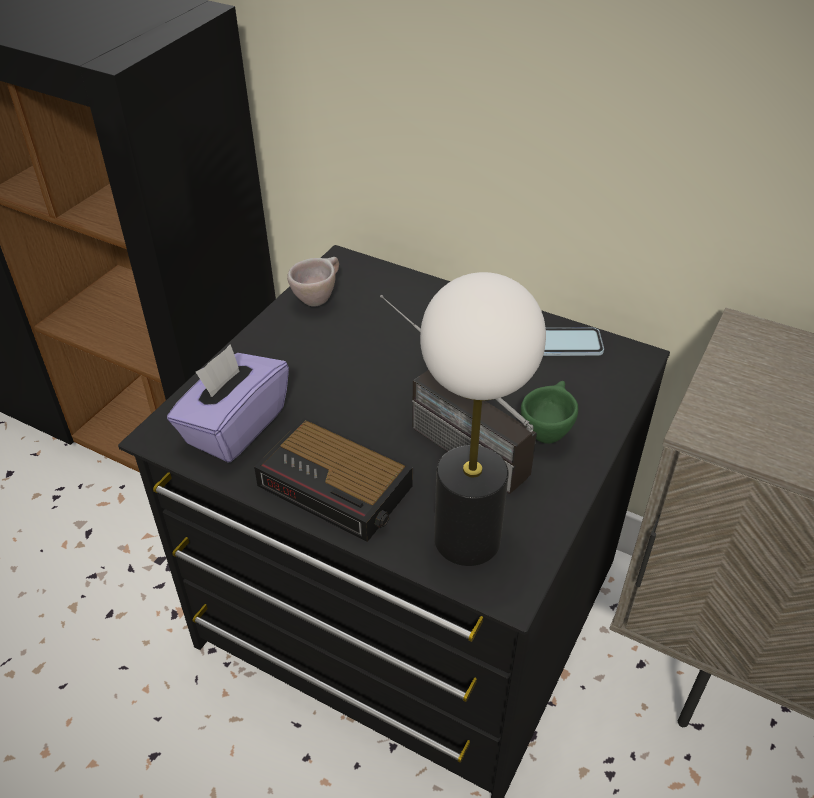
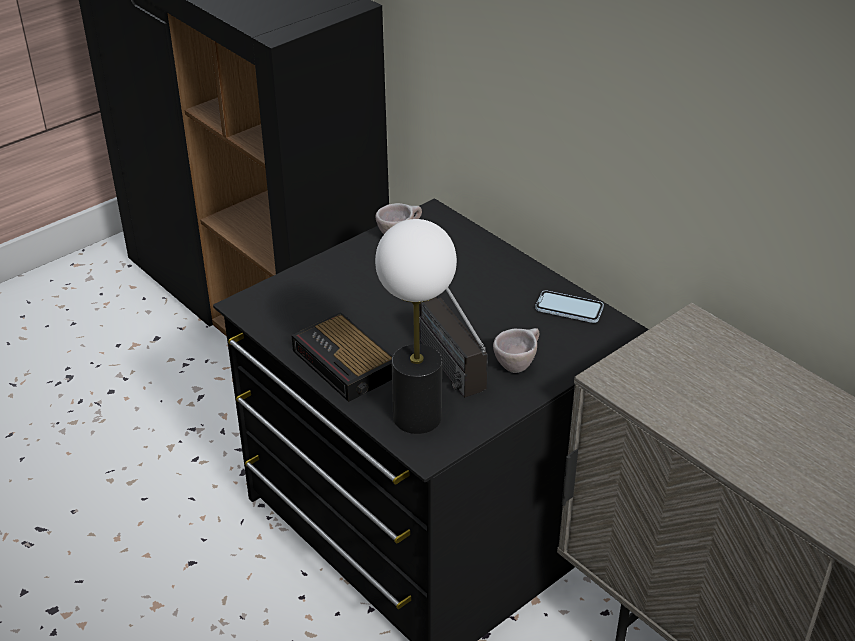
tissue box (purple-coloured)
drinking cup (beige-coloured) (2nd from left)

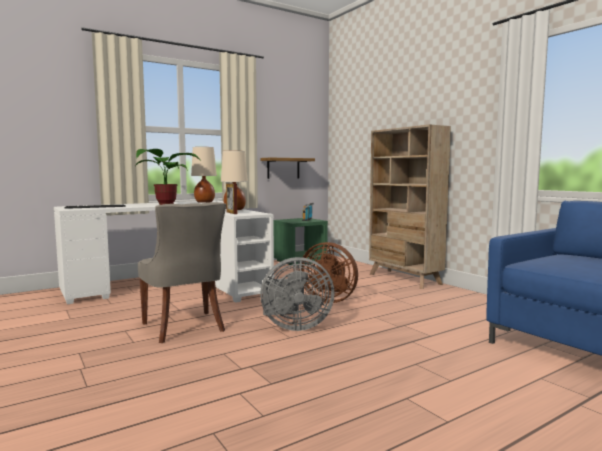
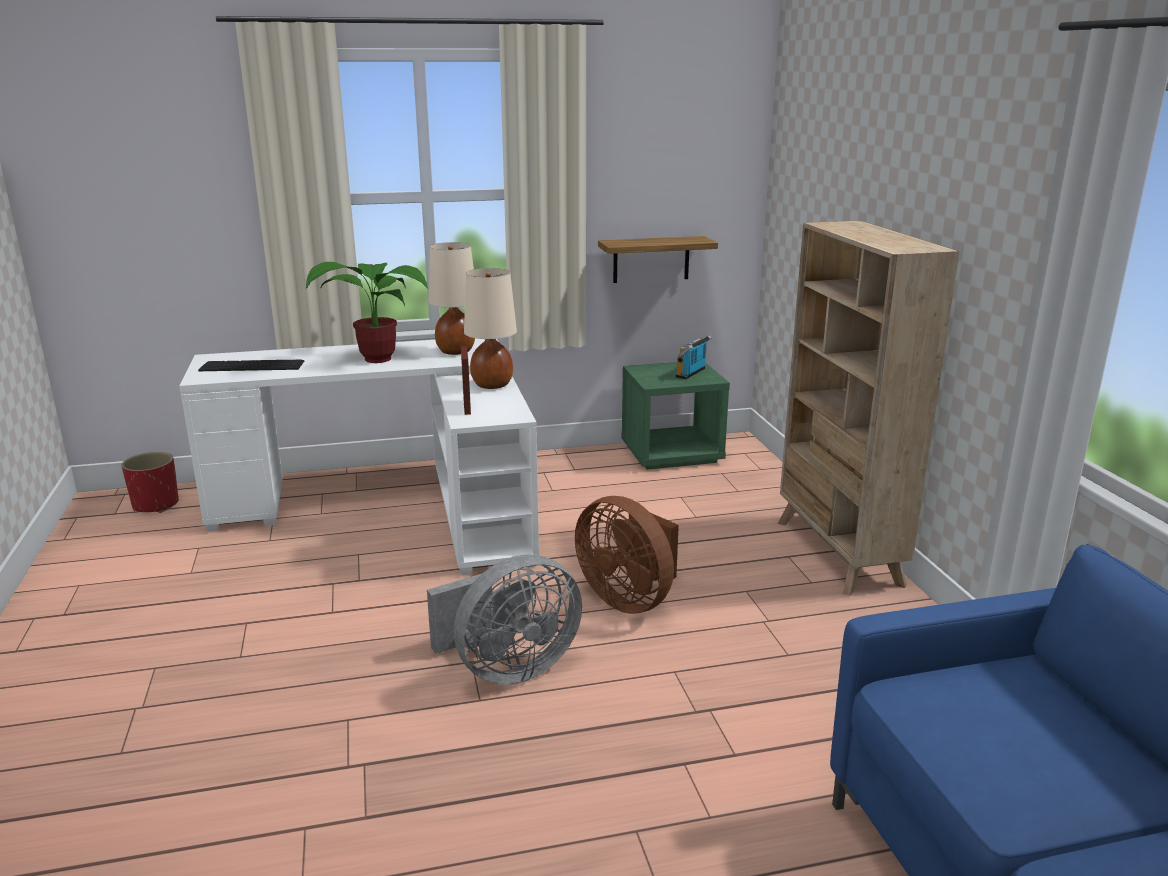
upright chair (greyish)
fan (greyish)
plant pot (red)

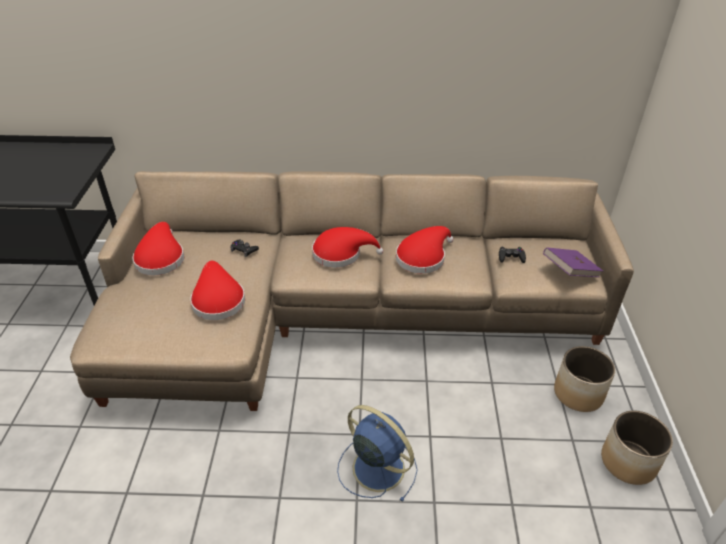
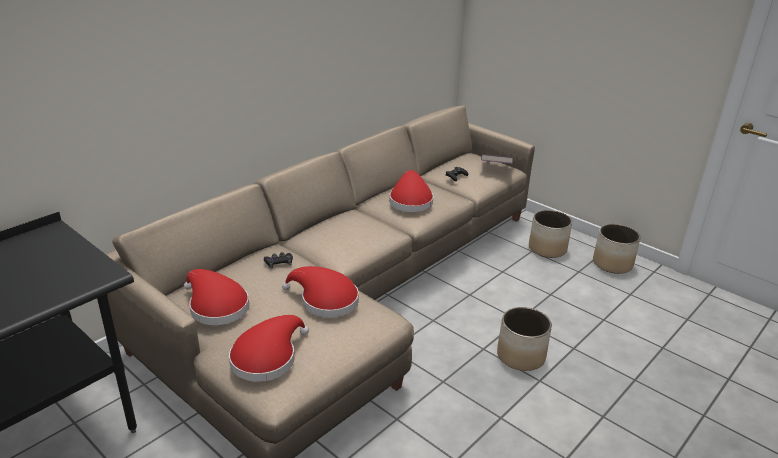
wearable hat (red) (2nd from left)
plant pot (1st from left)

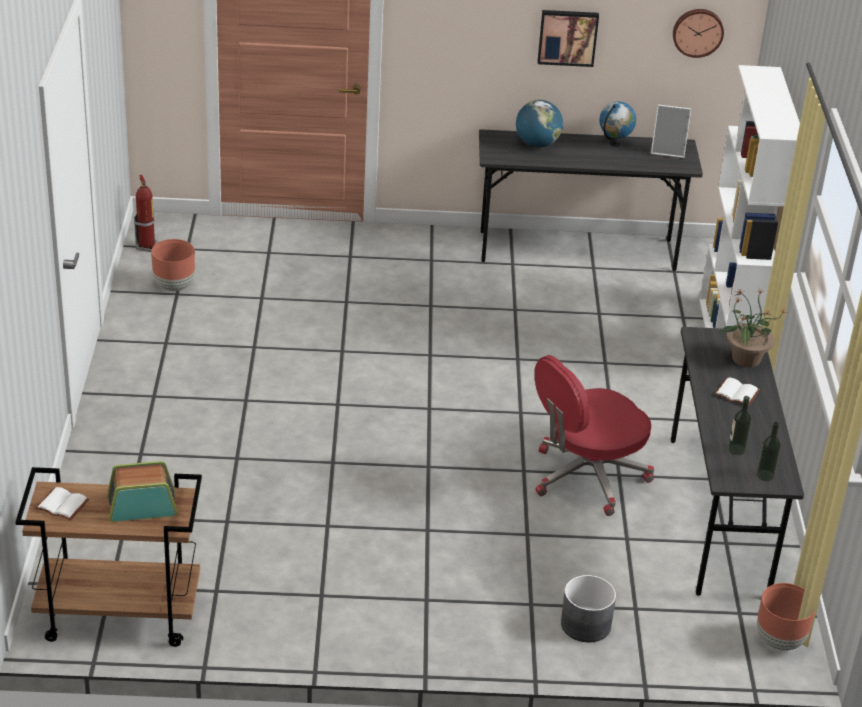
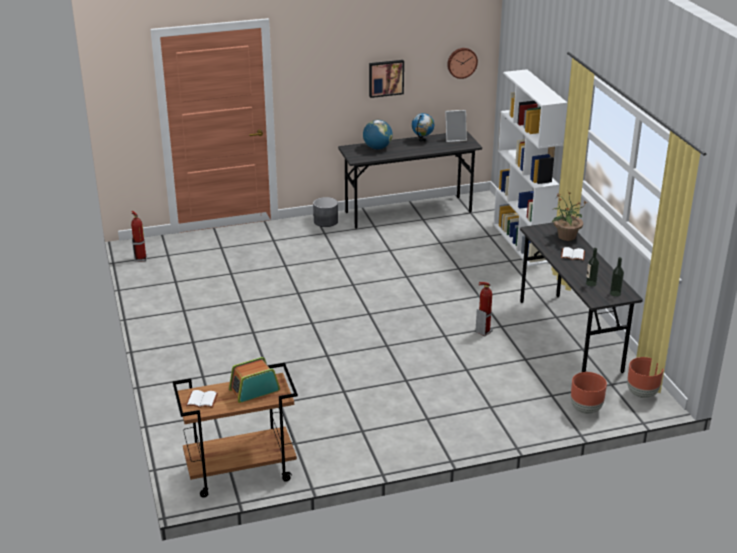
plant pot (brownish) (1st from left)
fire-fighting cylinder (2nd from left)
plant pot (greyish)

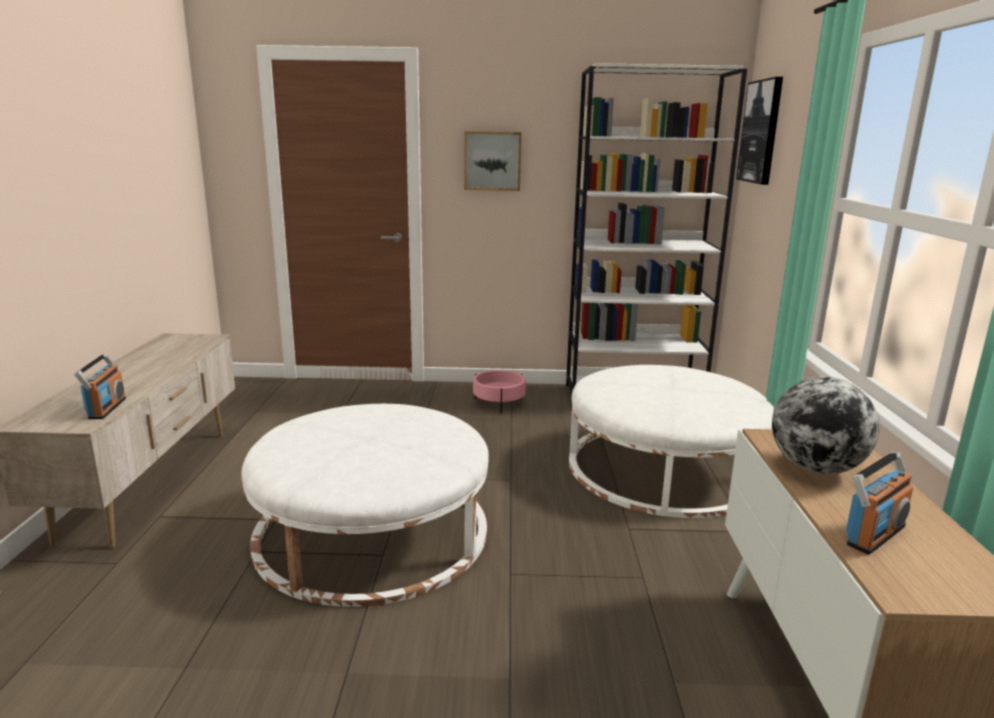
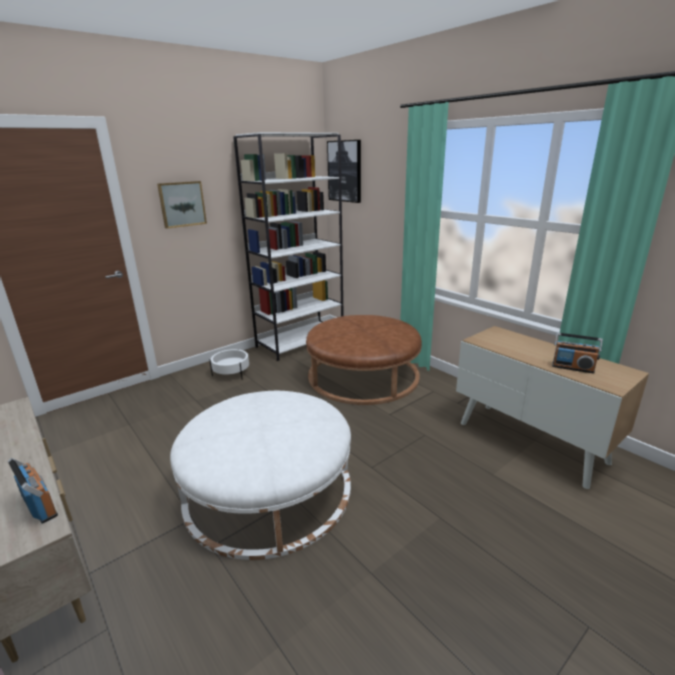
ottoman (brownish)
plant pot (white)
globe
radio set (2nd from left)

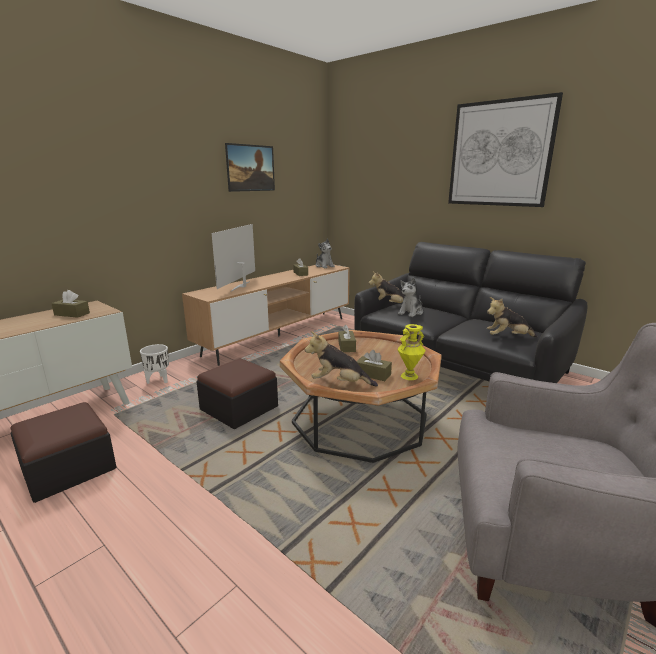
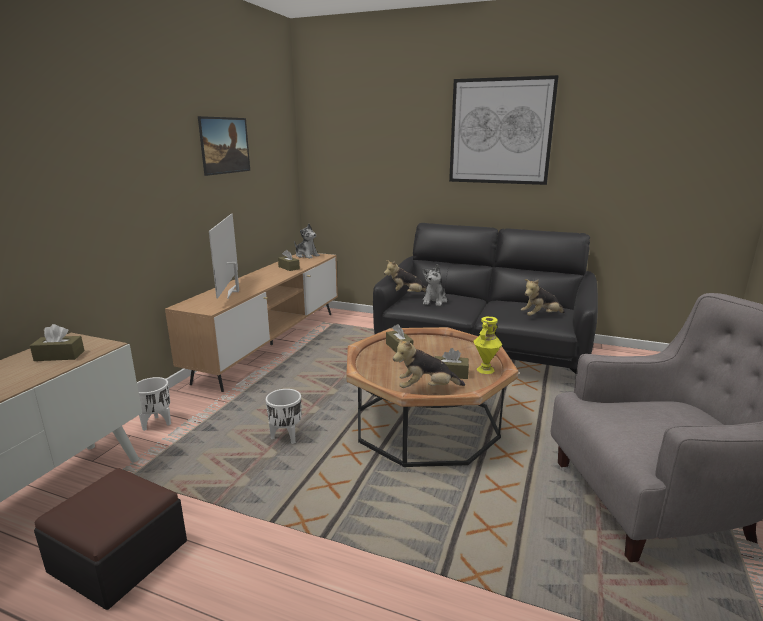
plant pot (white) (2nd from left)

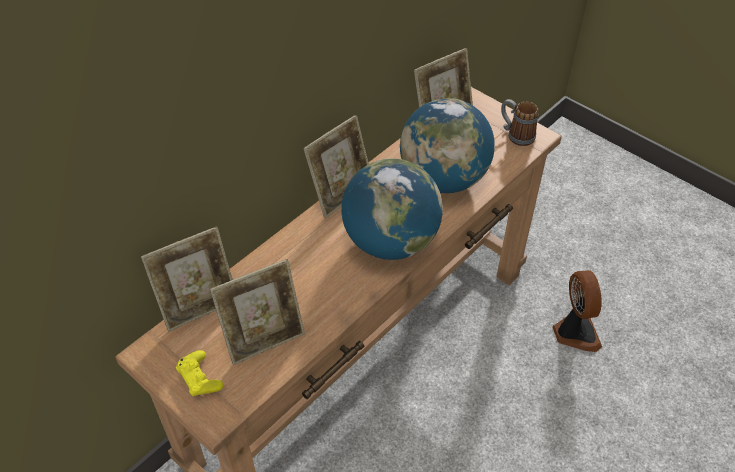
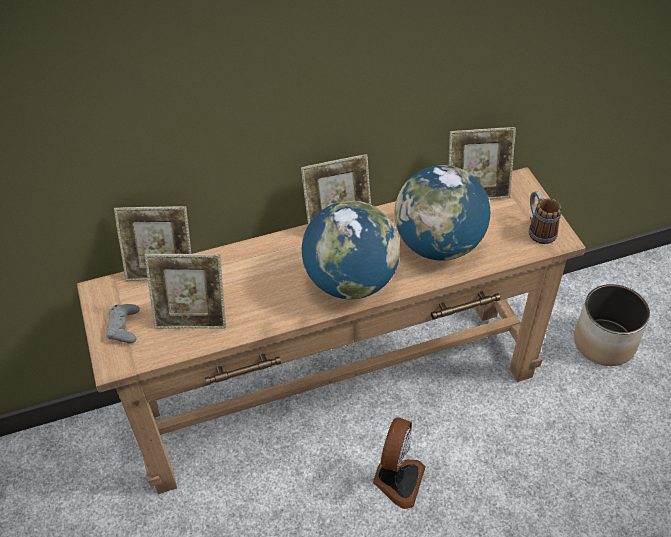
fan
gamepad (greyish)
plant pot

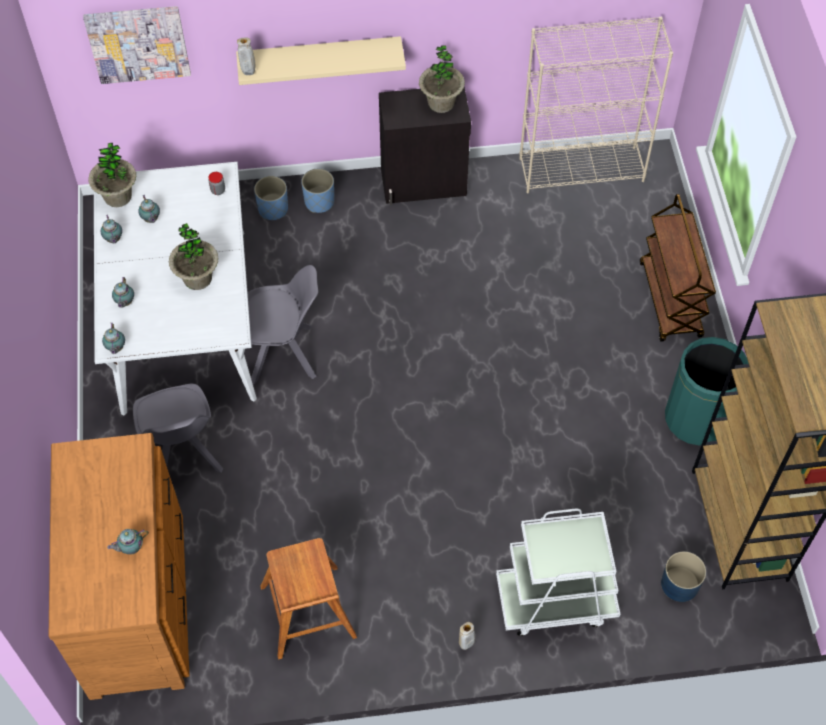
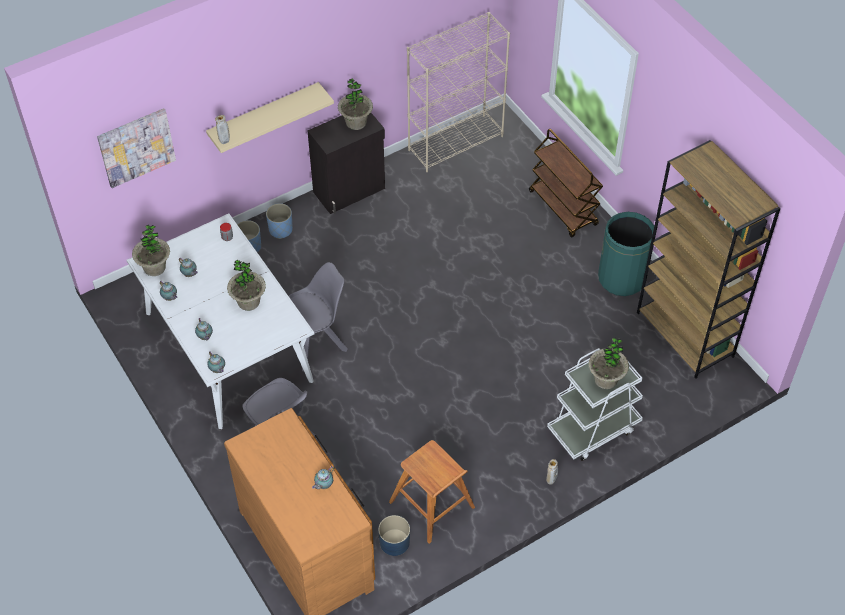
plant pot (blue-coloured) (3rd from left)
potted plant (4th from left)

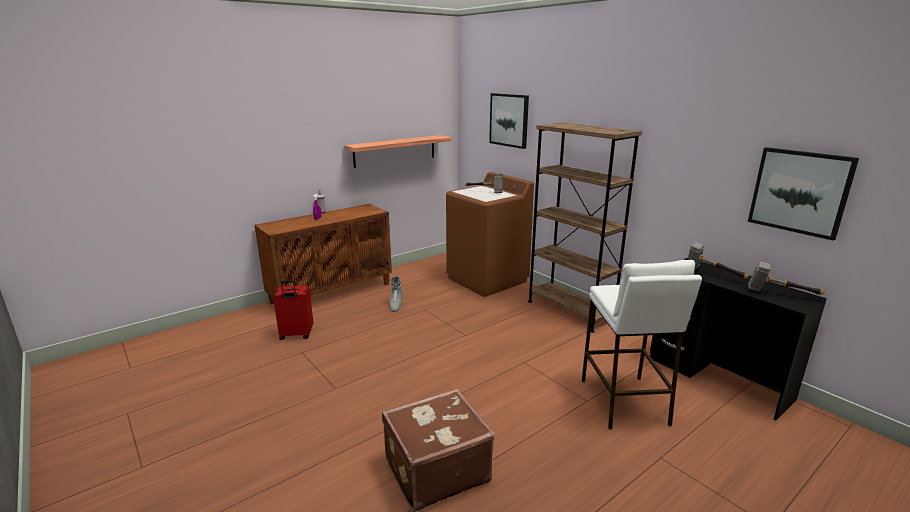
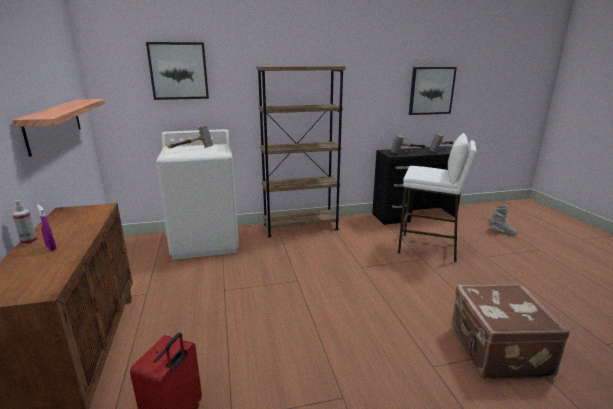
washing machine (white)
boot (greyish)

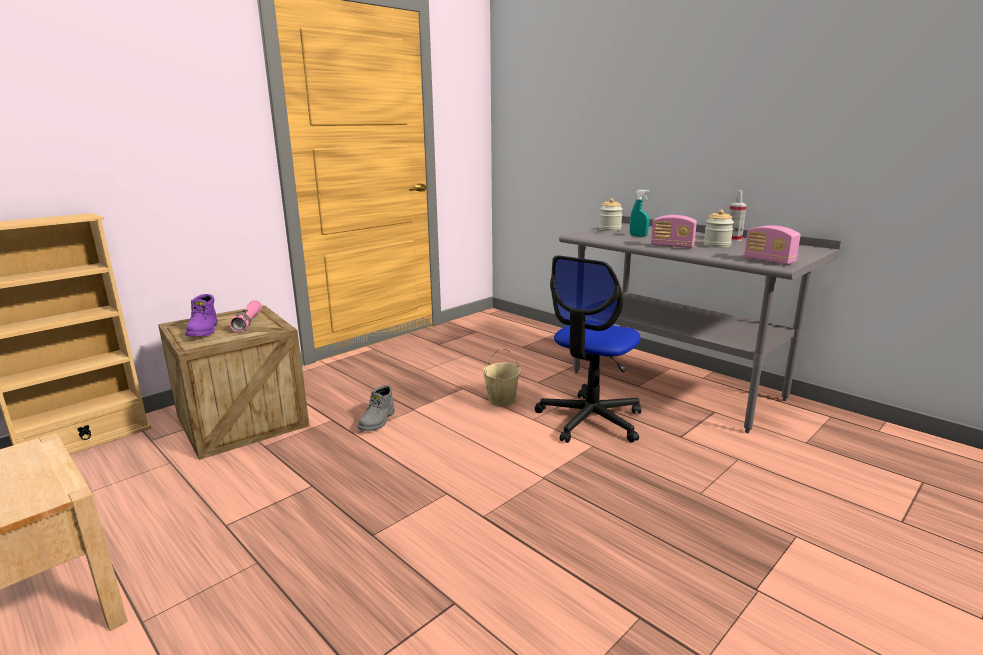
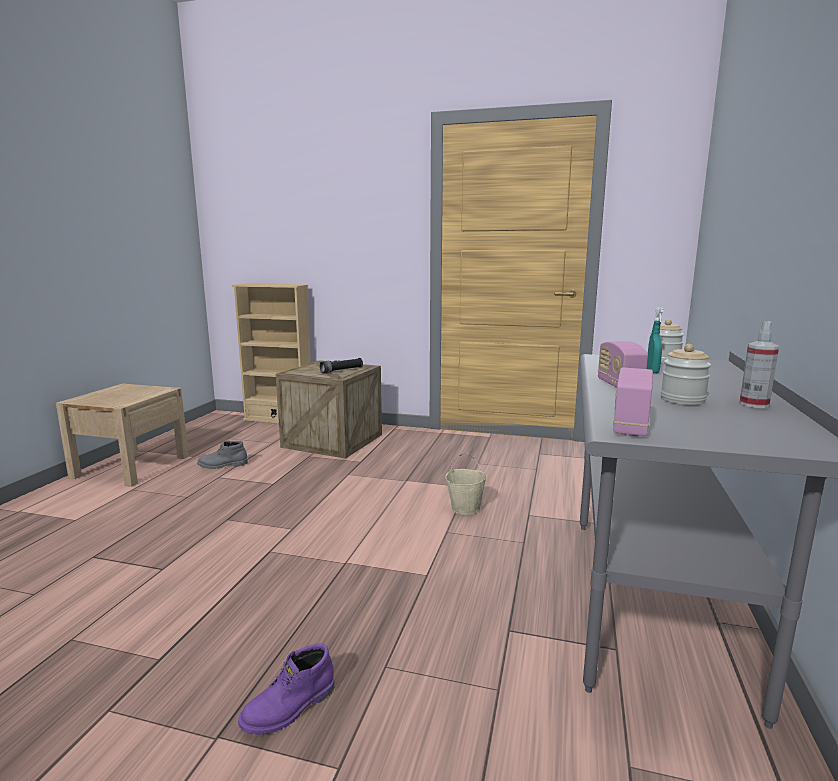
desk chair
boot (purple-coloured)
hand torch (black)
boot (greyish)

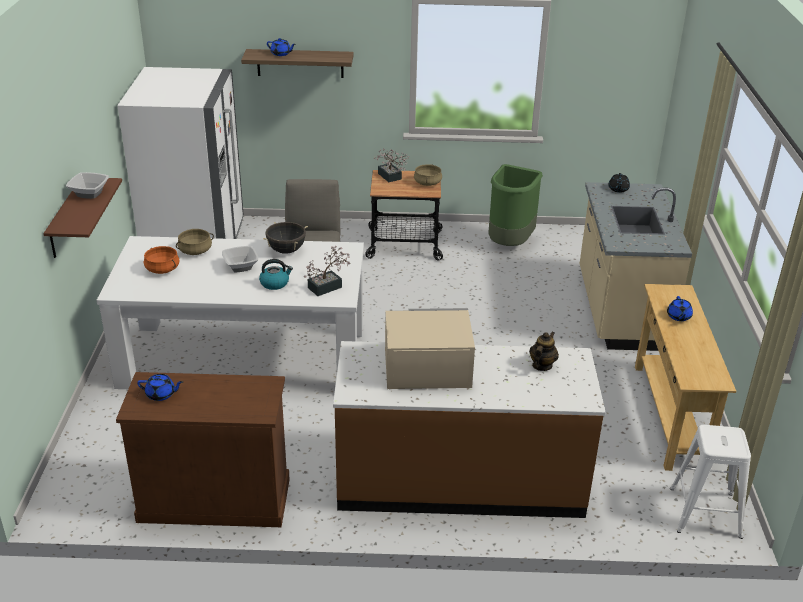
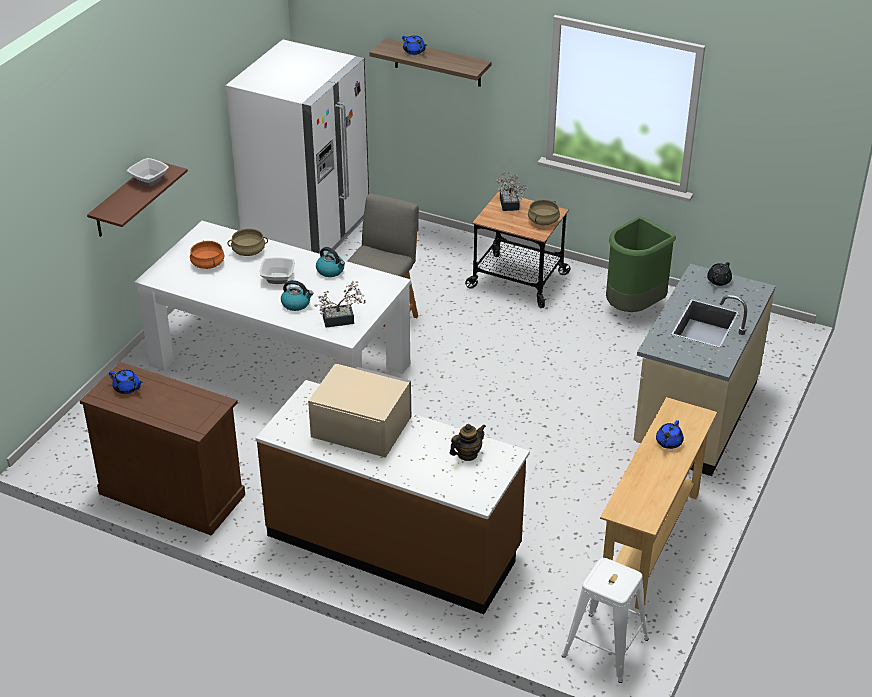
kettle (2nd from left)

